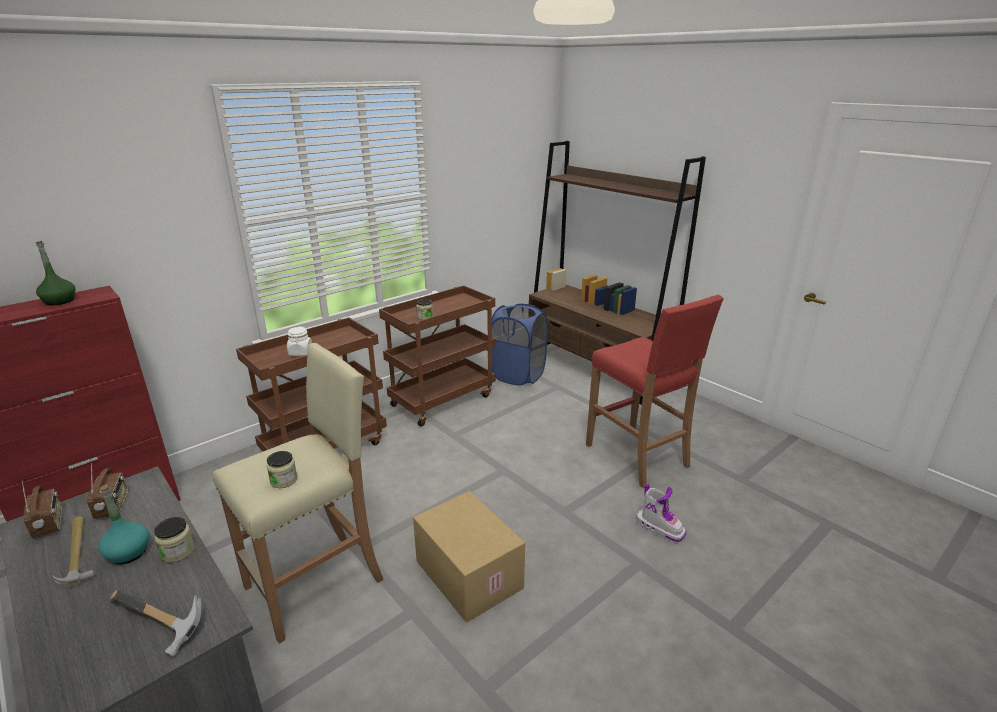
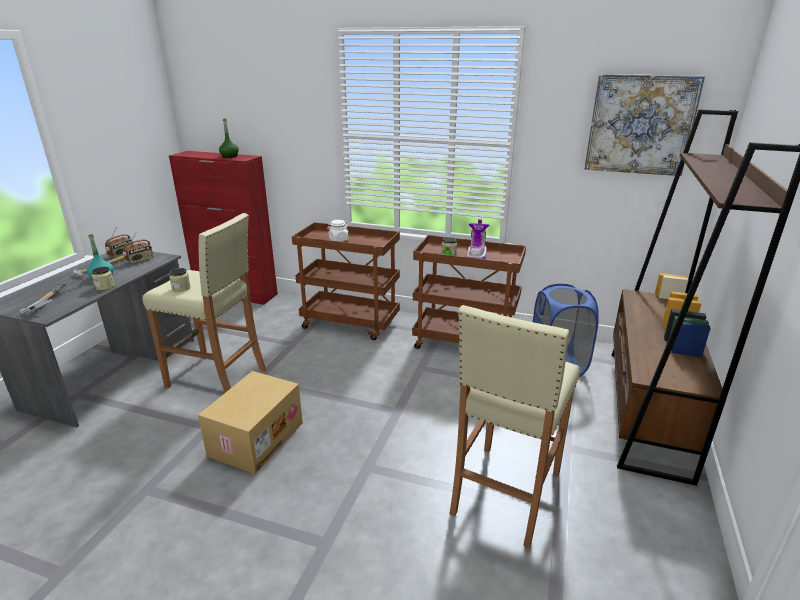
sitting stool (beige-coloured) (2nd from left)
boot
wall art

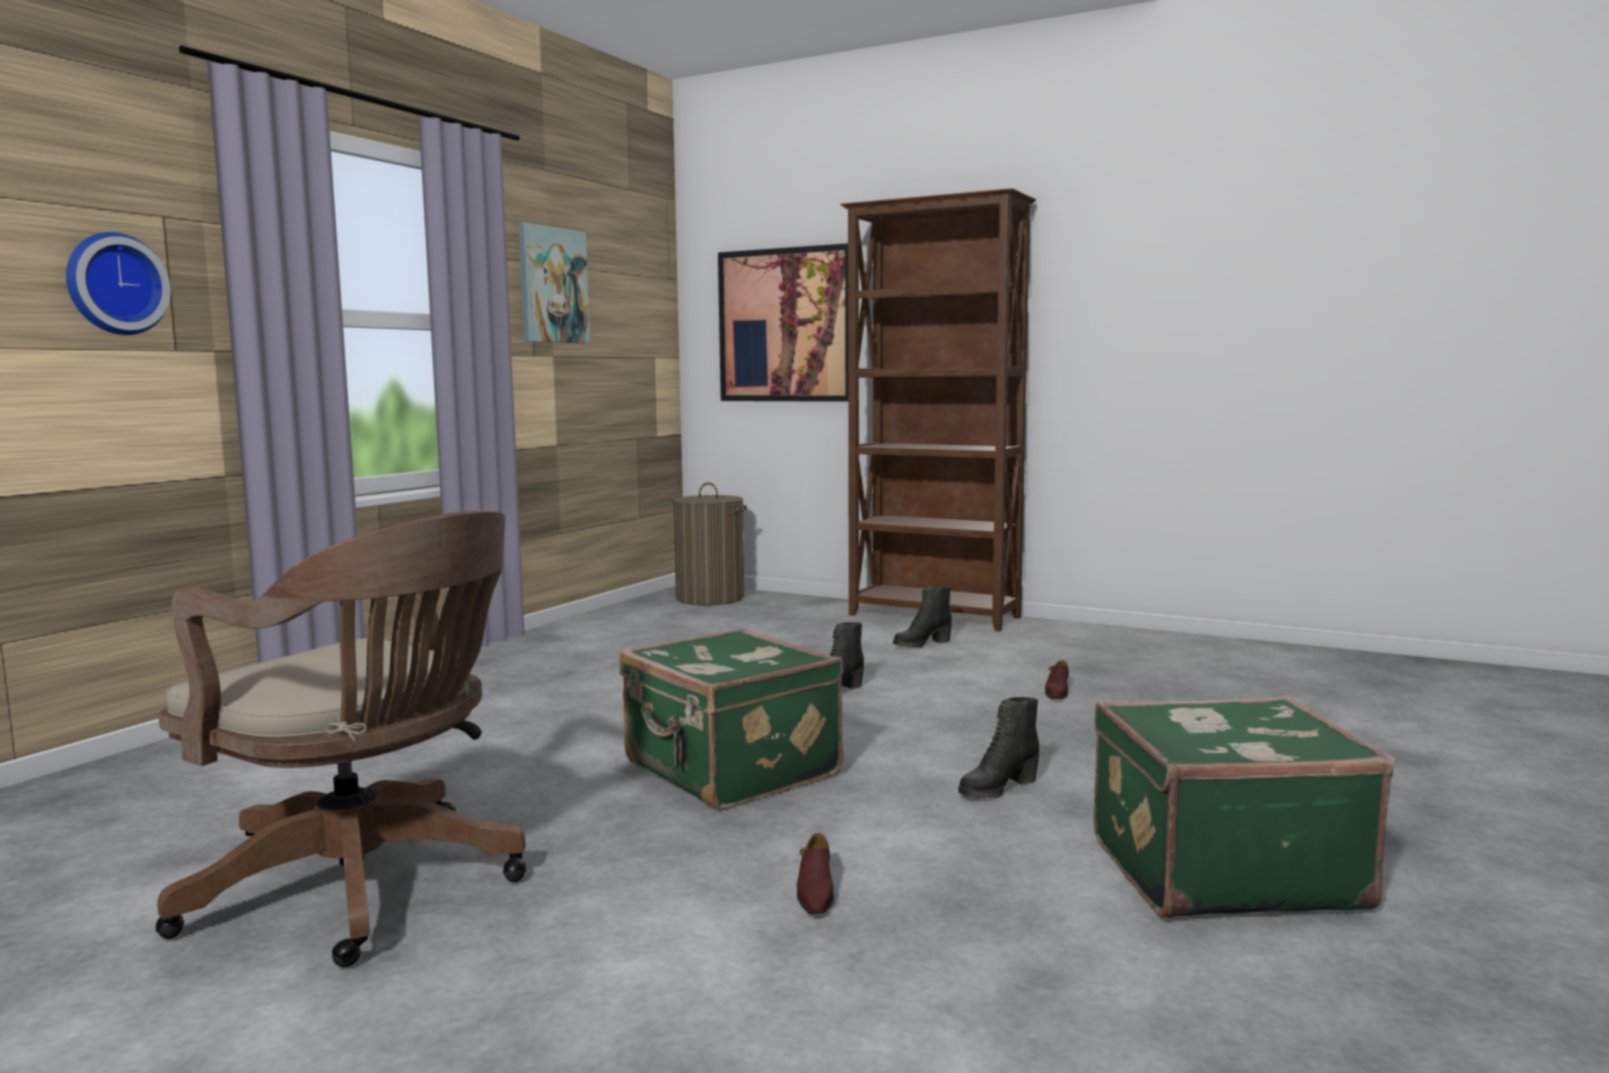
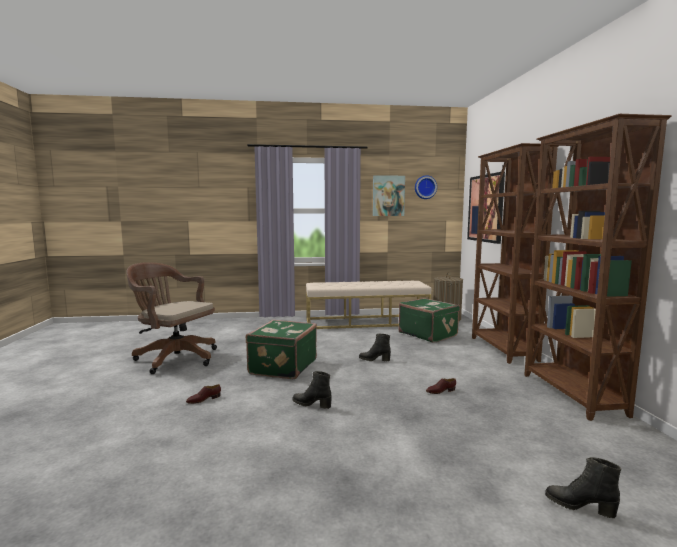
clock on the wall
desk chair (brownish)
boot (black) (3rd from left)
travel case (green) (2nd from left)
shelving unit (brownish) (2nd from left)
bench (beige-coloured)

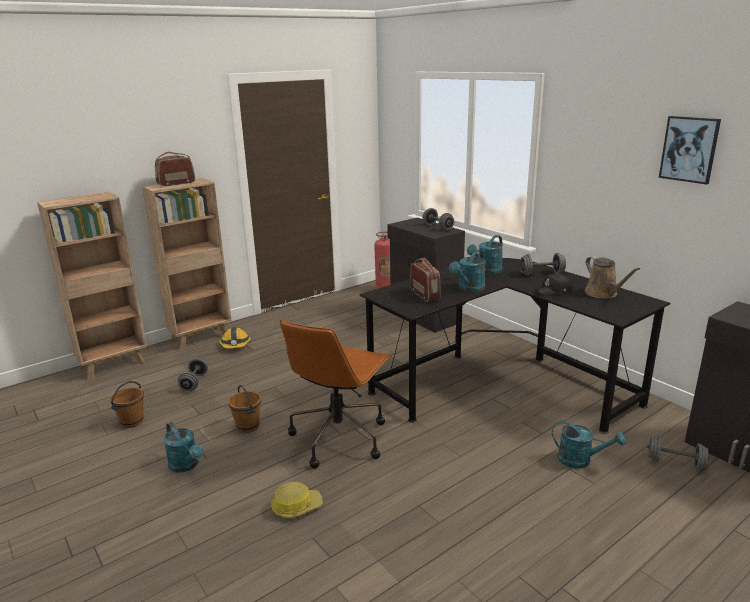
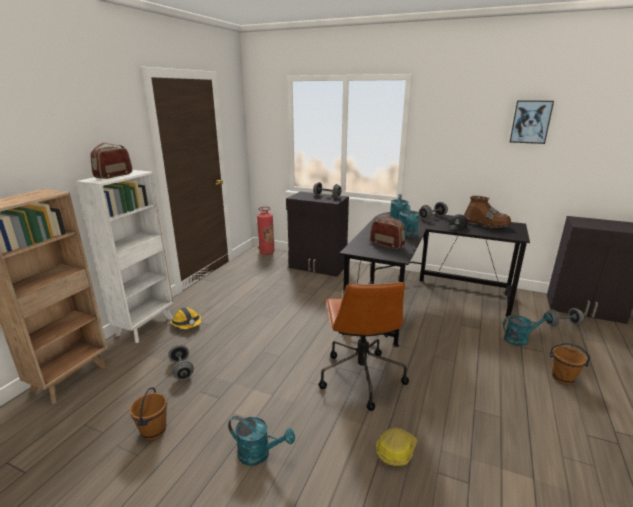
shelving unit (white)
boot (brownish)
water bucket (brownish) (2nd from left)

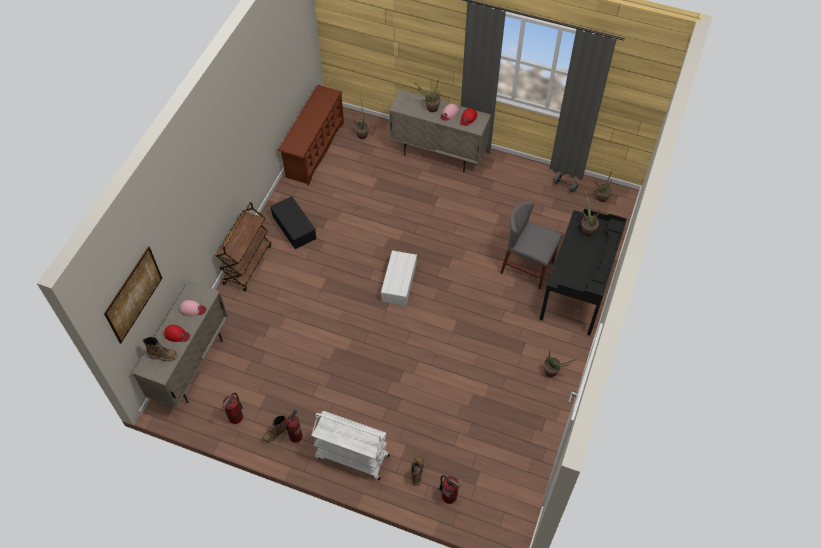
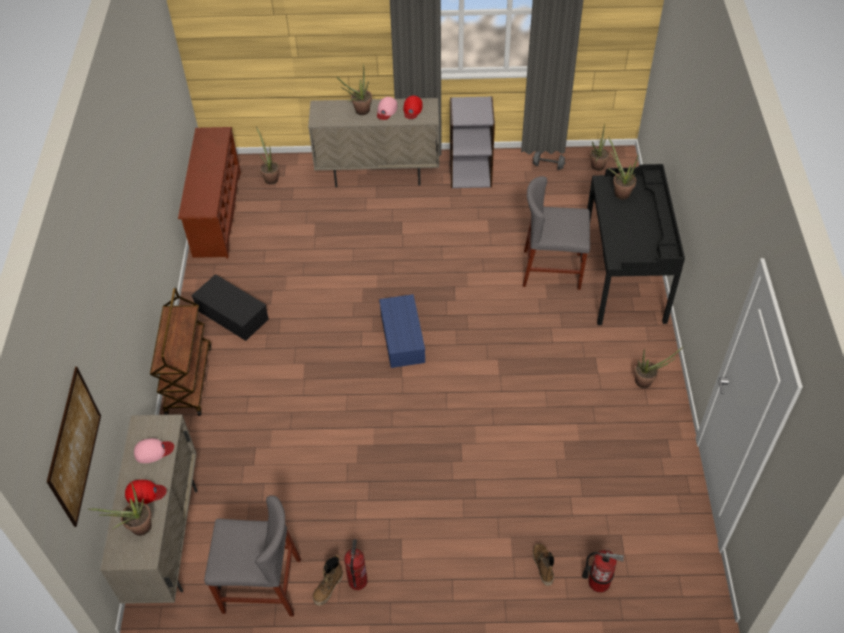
storage box (blue-coloured)
potted plant (1st from left)
upright chair (greyish) (1st from left)
cart (white)
shelving unit (greyish)

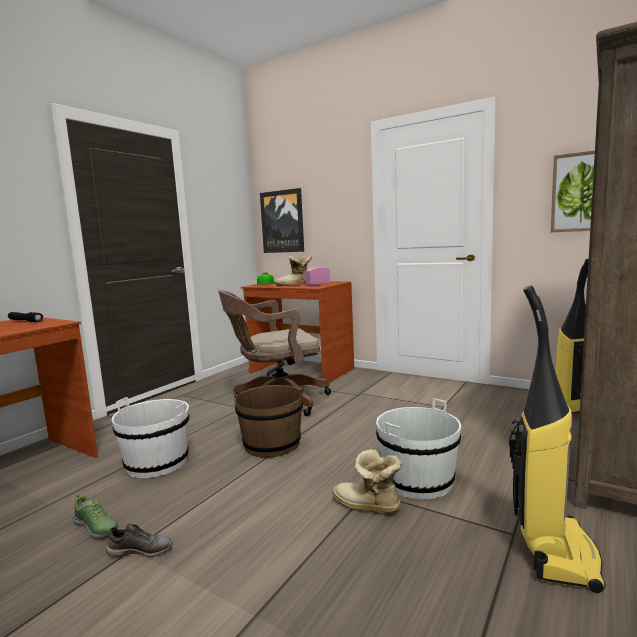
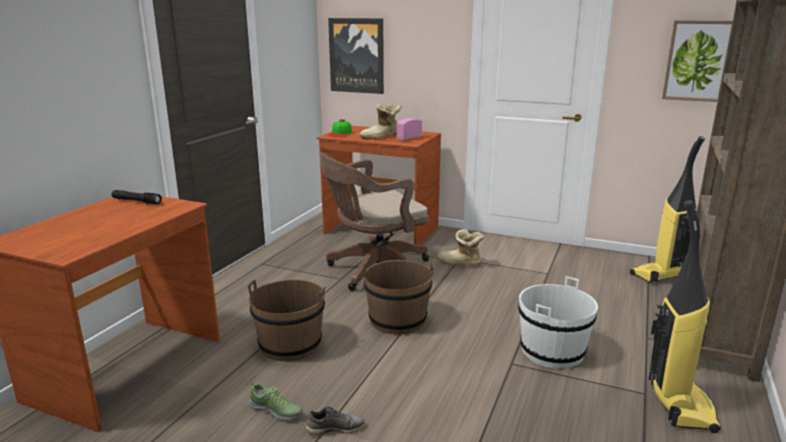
water bucket (brownish) (1st from left)
boot (2nd from left)

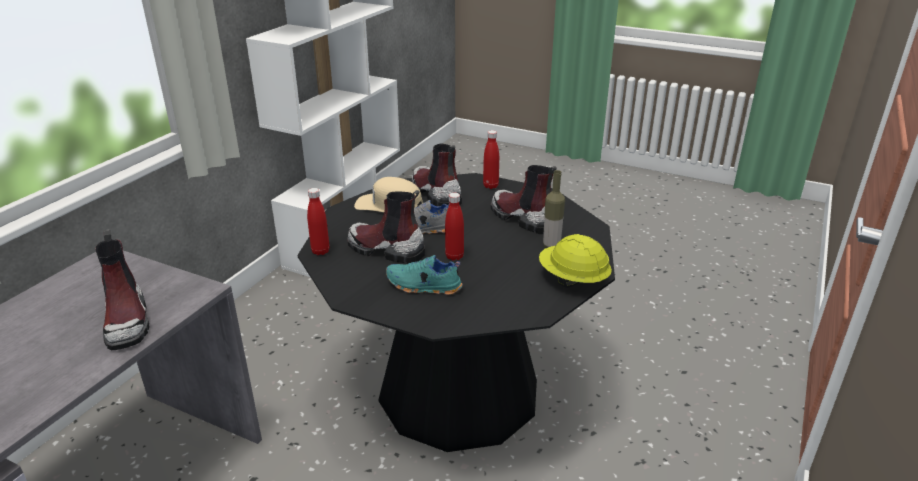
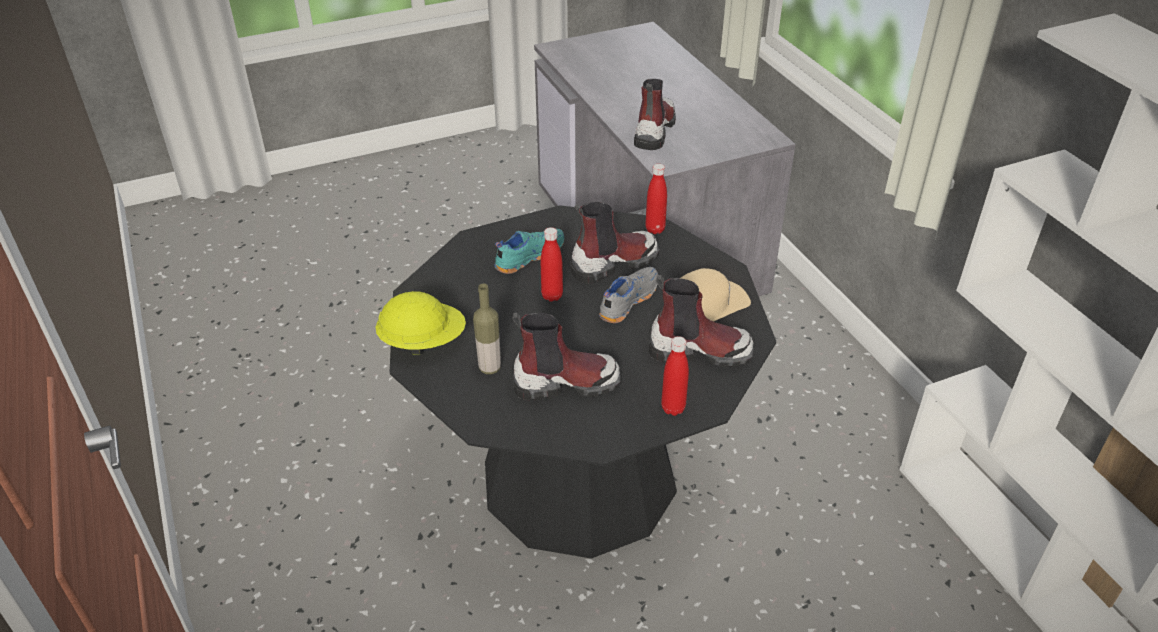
boot (3rd from left)

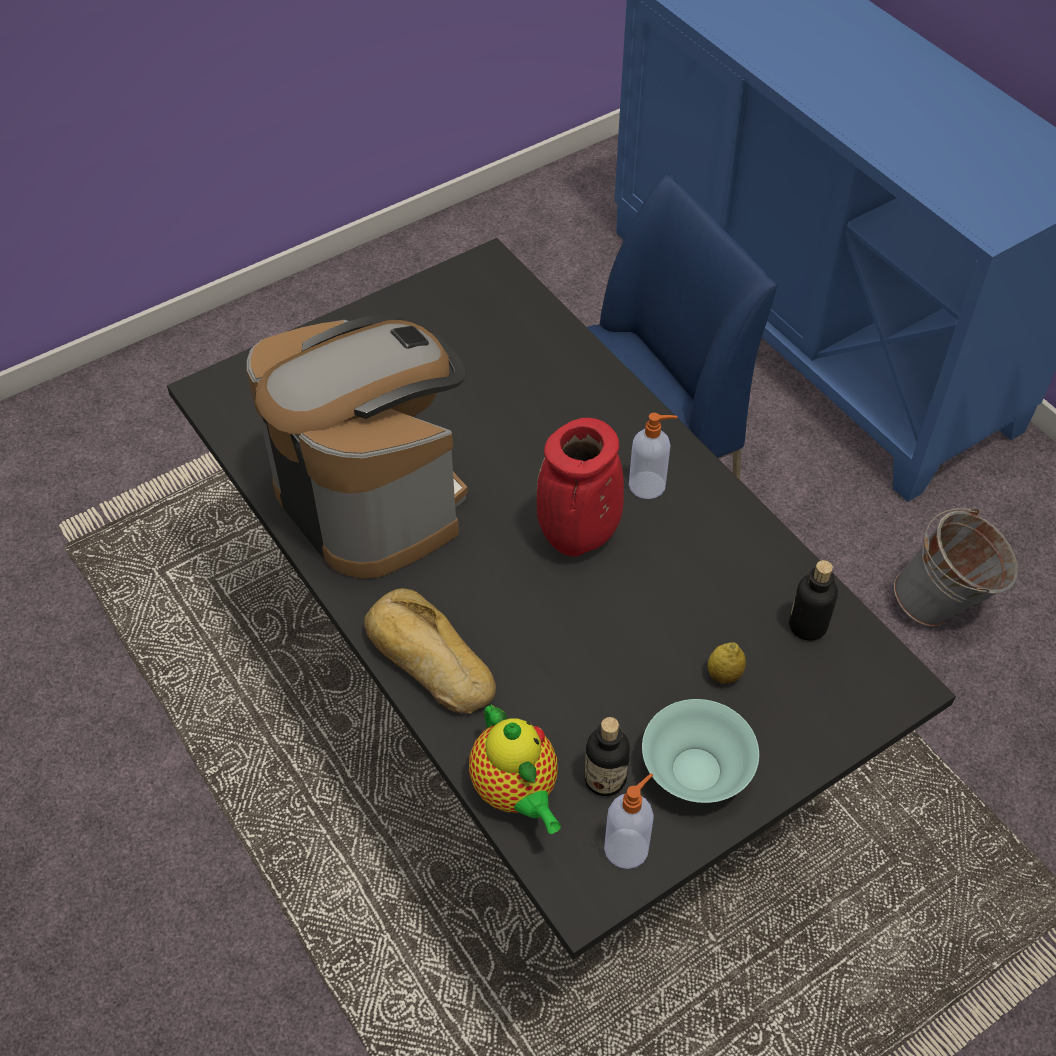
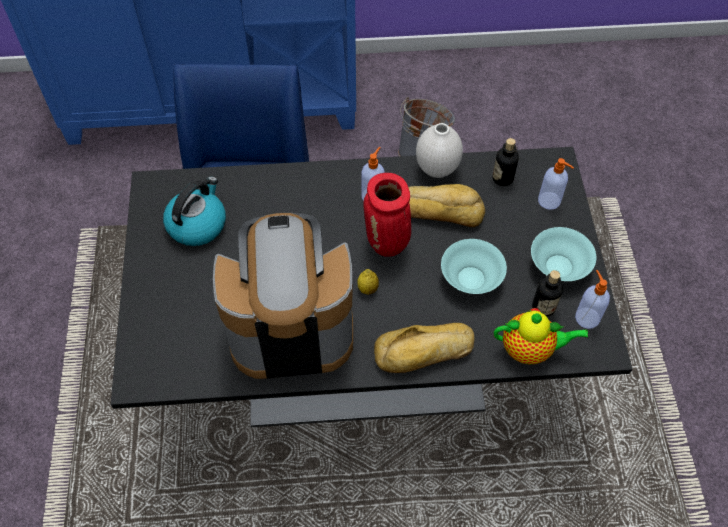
citrus fruit
vase (white)
liquid soap bottle (2nd from left)
kettle
bread (2nd from left)
deep dish (turquoise-coloured) (1st from left)

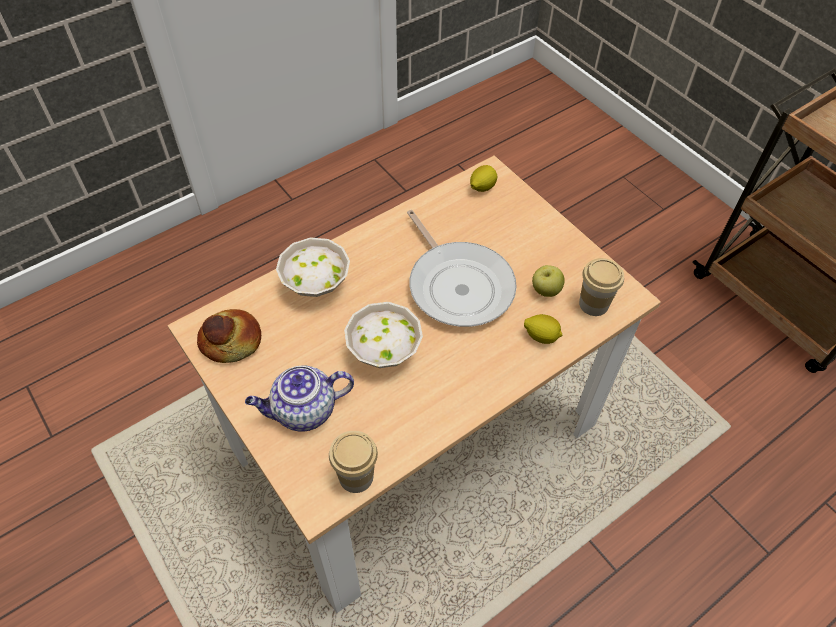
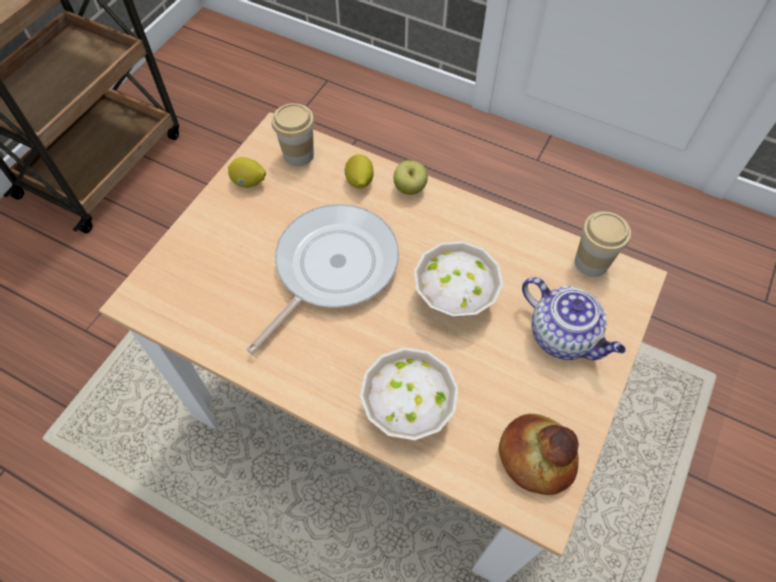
citrus fruit (1st from left)
apple

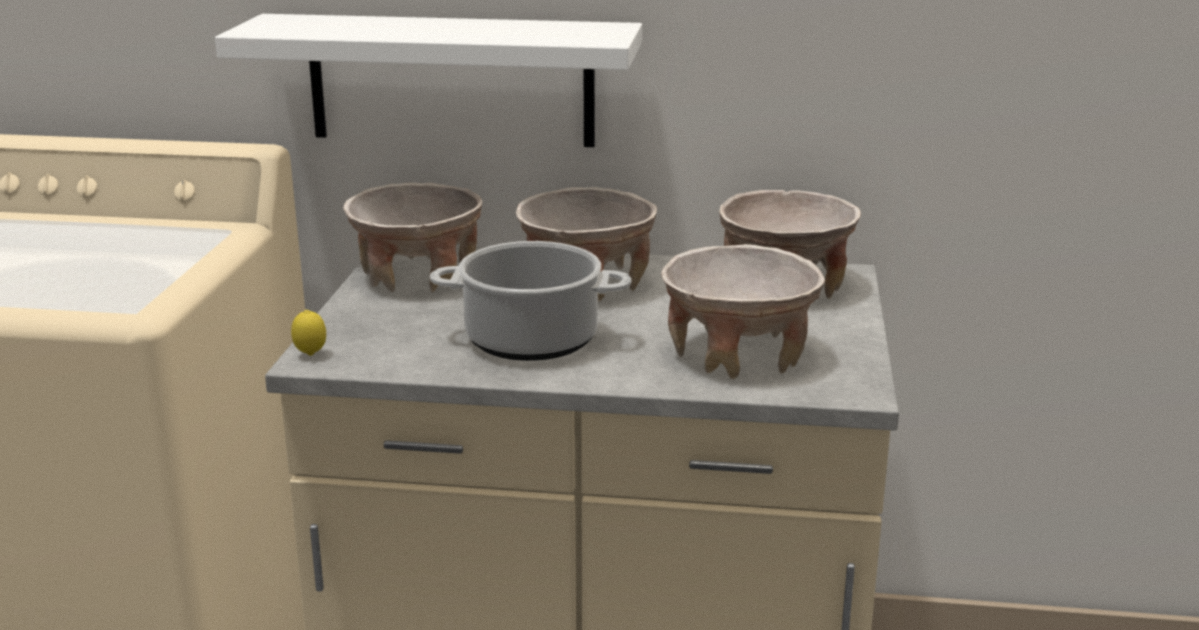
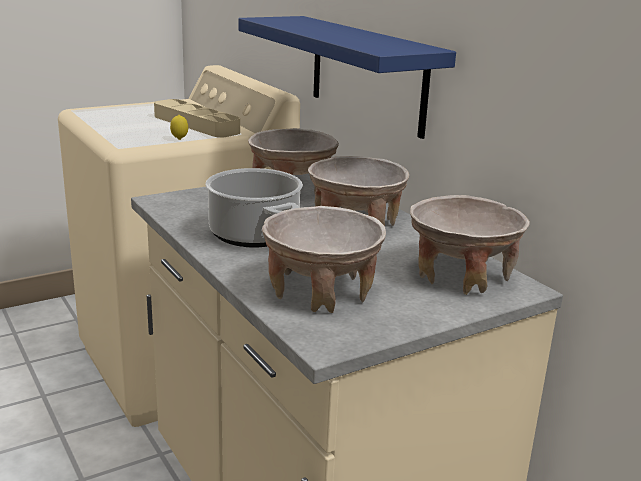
bracket shelf (blue-coloured)
citrus fruit
serving tray (beige-coloured)

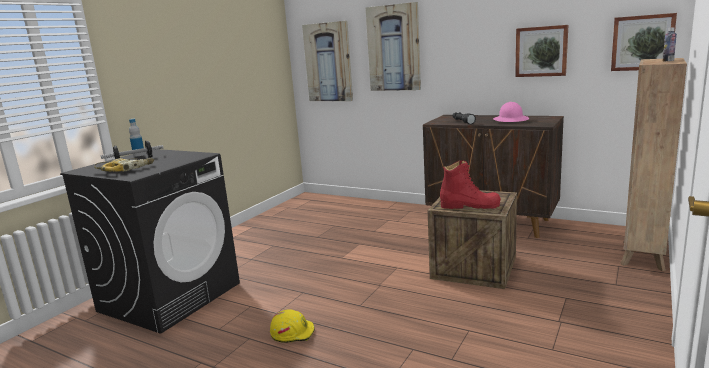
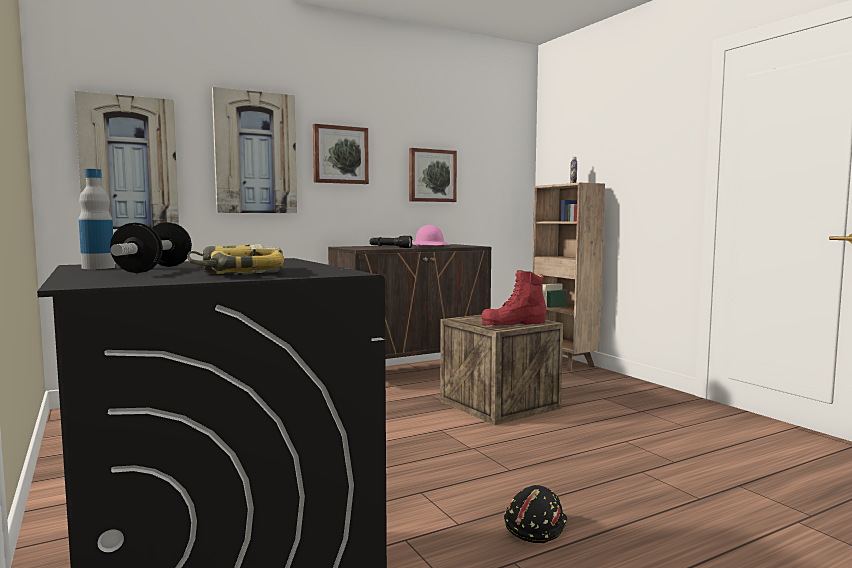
wall art (3rd from left)
boot (red)
hard hat (black)

